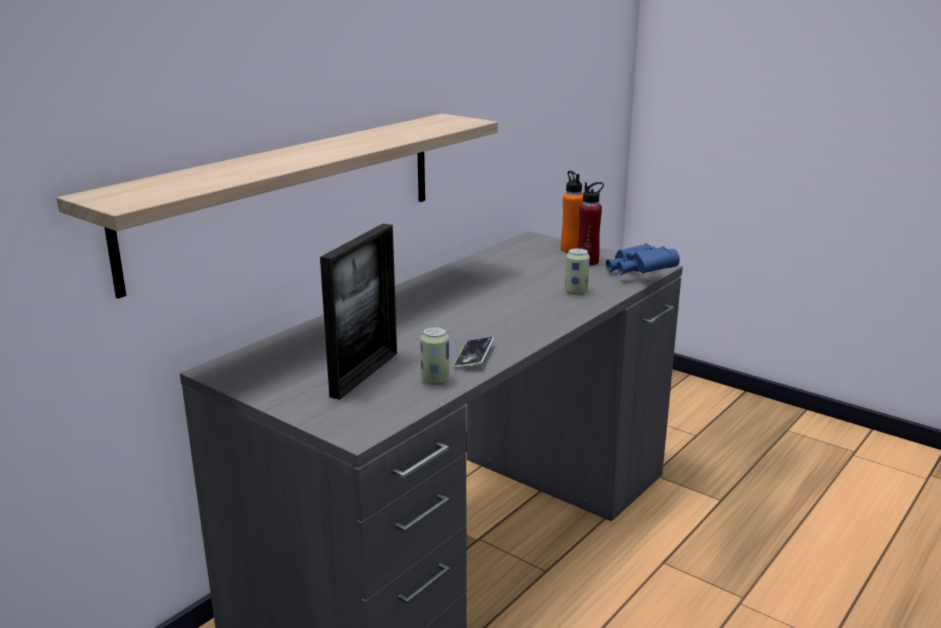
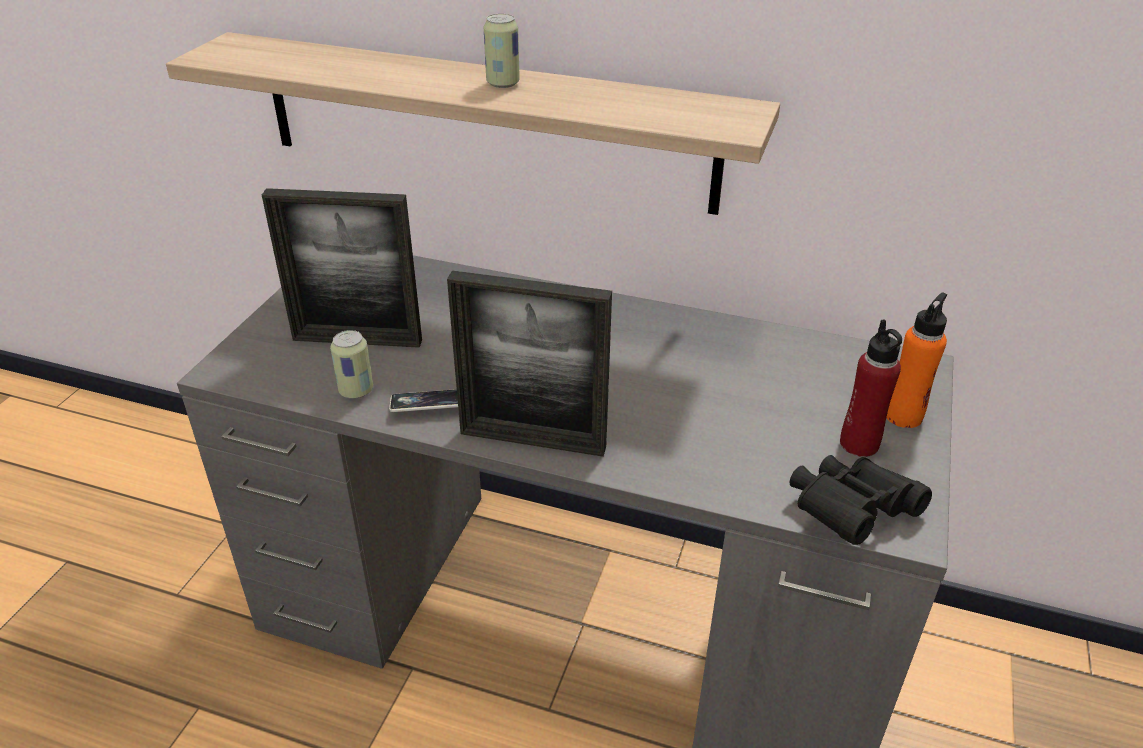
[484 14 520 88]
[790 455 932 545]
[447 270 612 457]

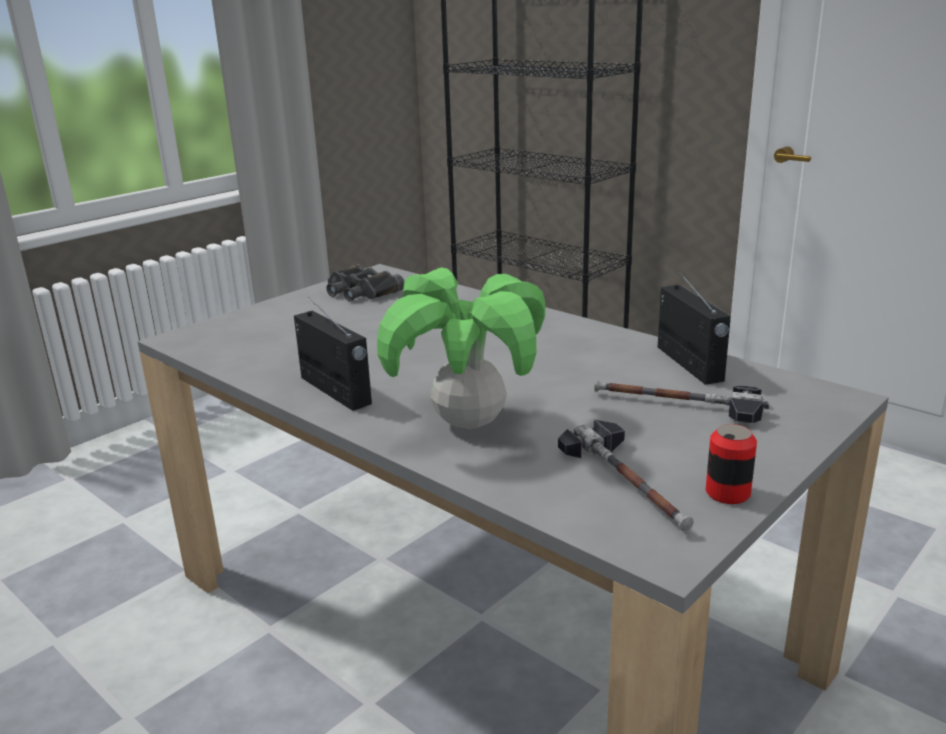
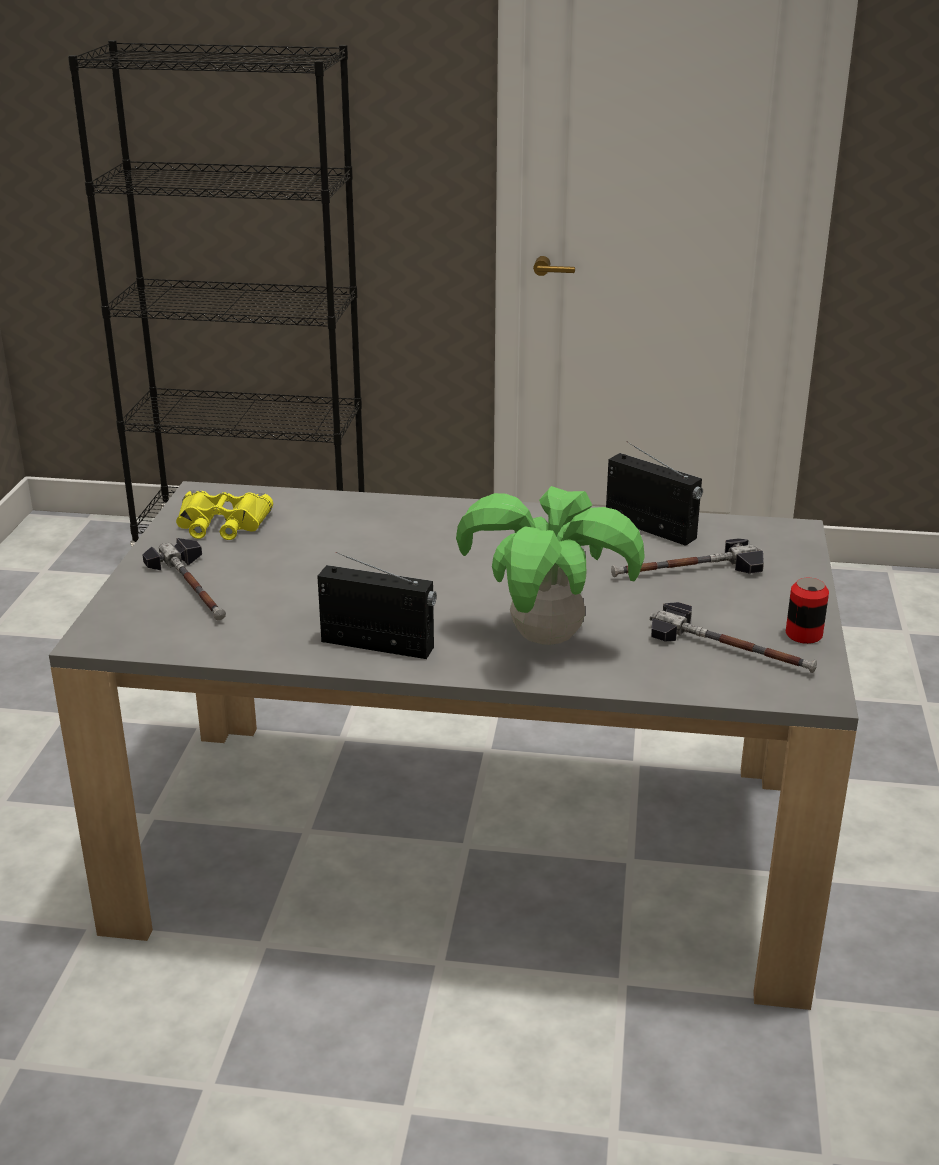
[176 491 273 540]
[142 538 226 620]

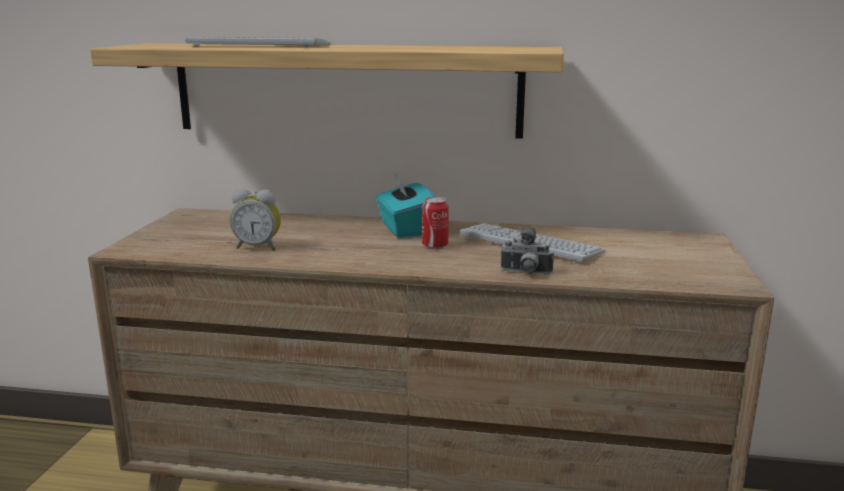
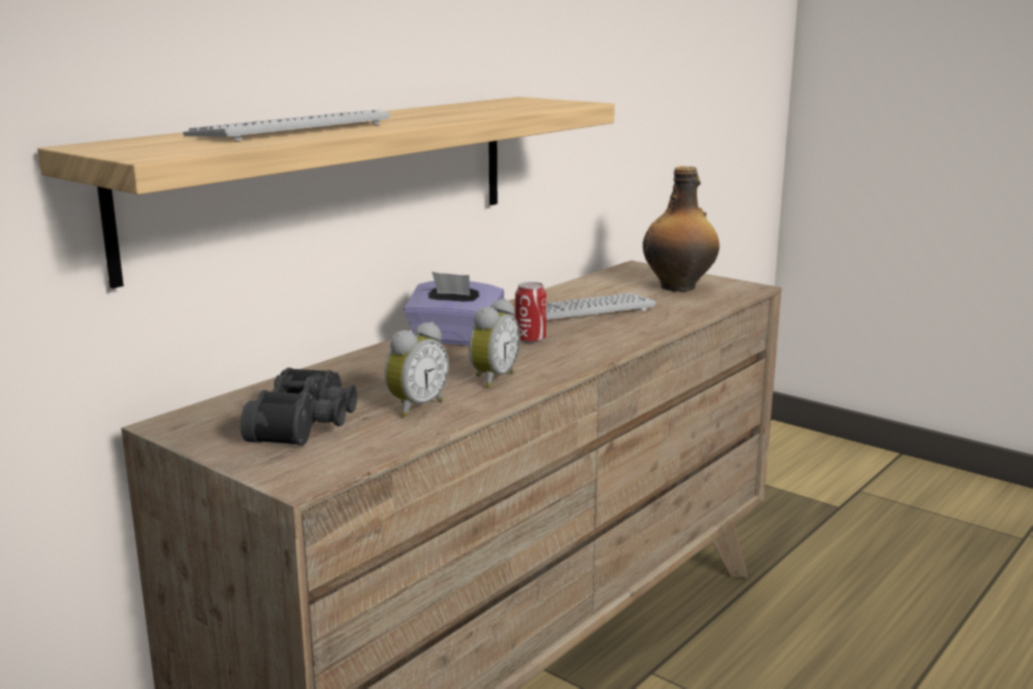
[404 272 504 346]
[500 227 554 274] (first image)
[240 368 357 446]
[469 298 520 388]
[643 166 720 292]

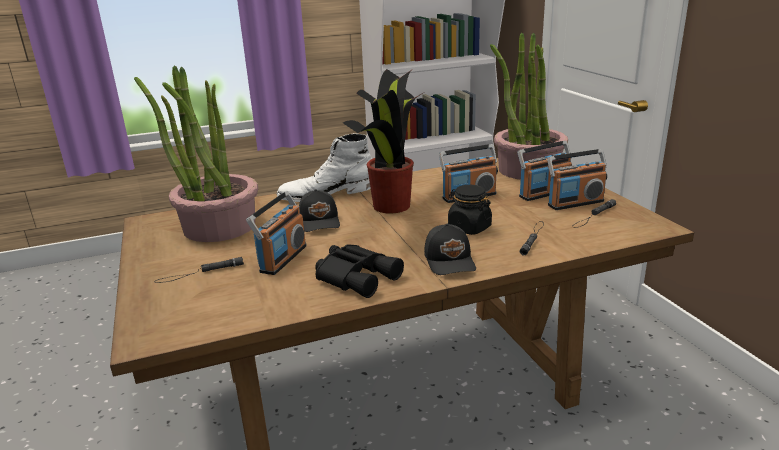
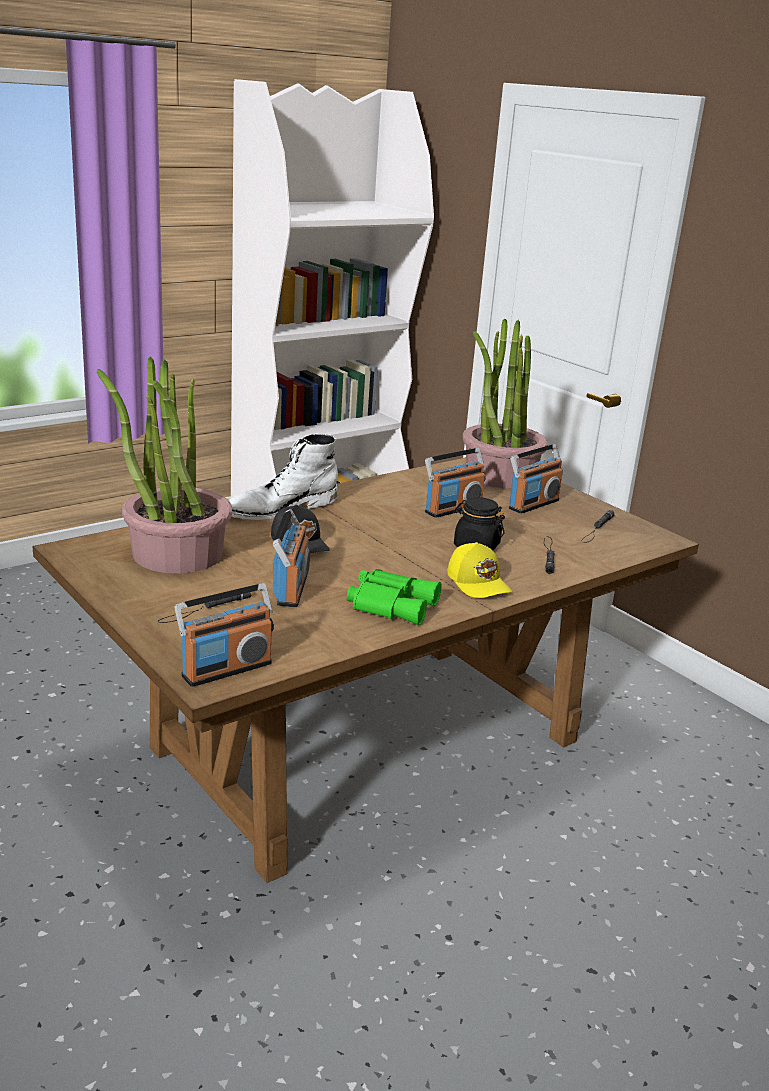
[347 569 442 625]
[343 69 423 213] (first image)
[447 542 512 598]
[175 583 274 687]

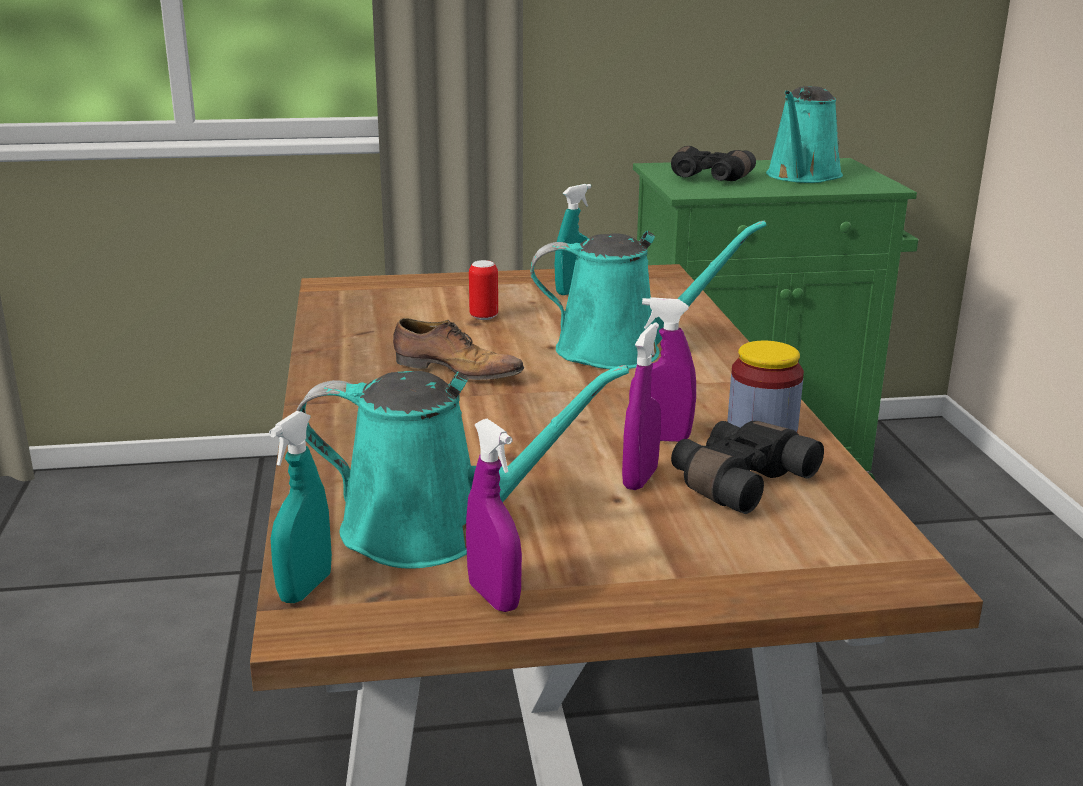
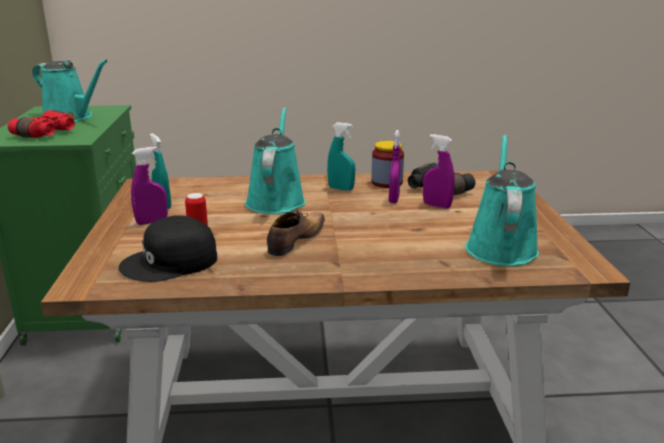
[327 122 355 191]
[131 147 168 225]
[8 110 75 138]
[119 215 217 282]

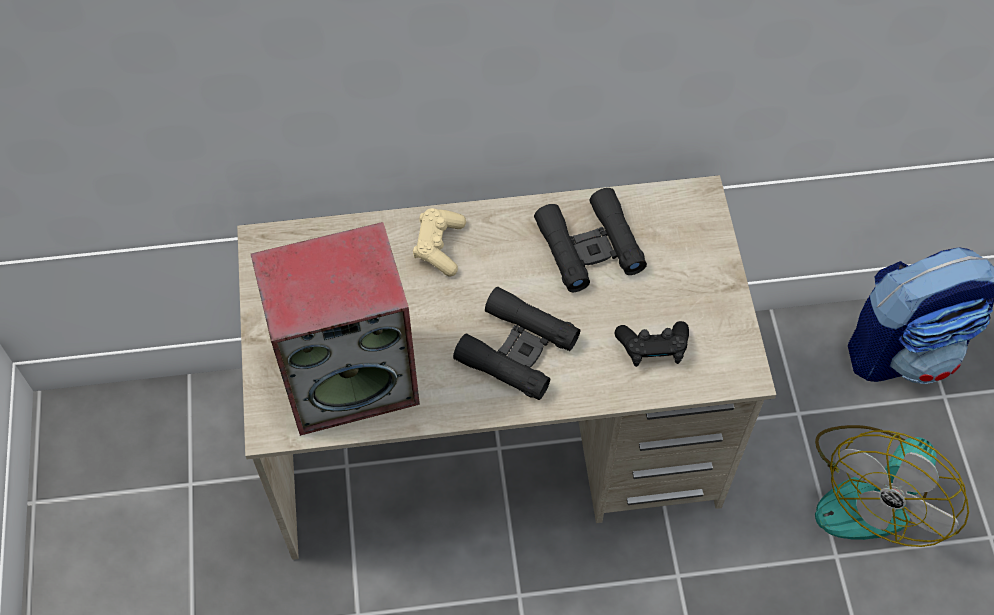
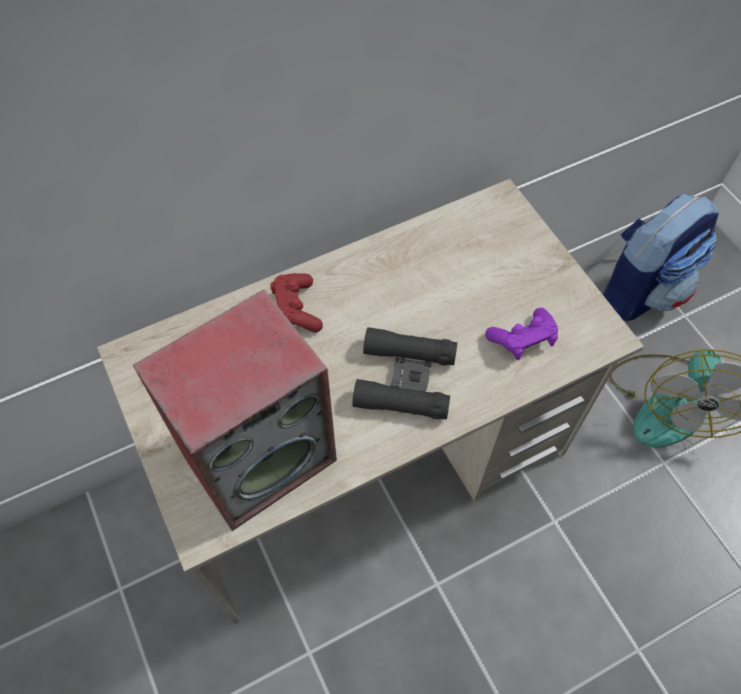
[270 273 323 333]
[534 188 647 292] (first image)
[485 308 558 360]

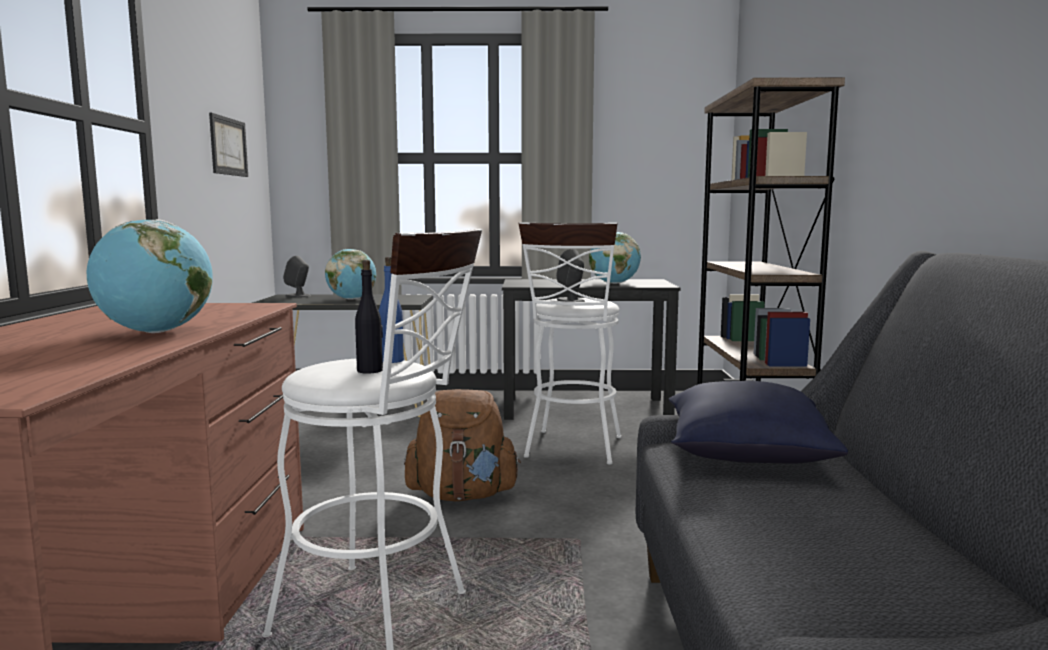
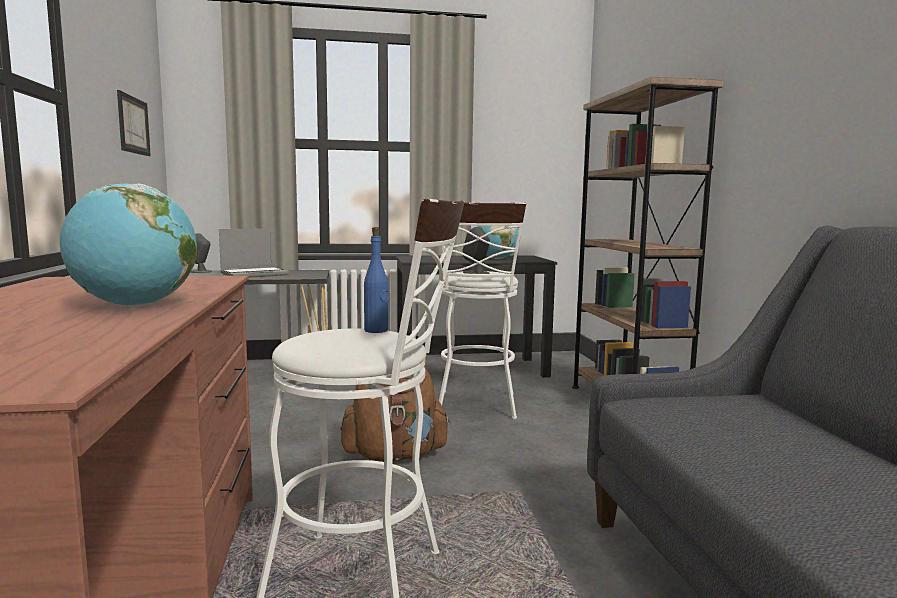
[219 228 290 278]
[355 260 383 374] (first image)
[669 381 848 464] (first image)

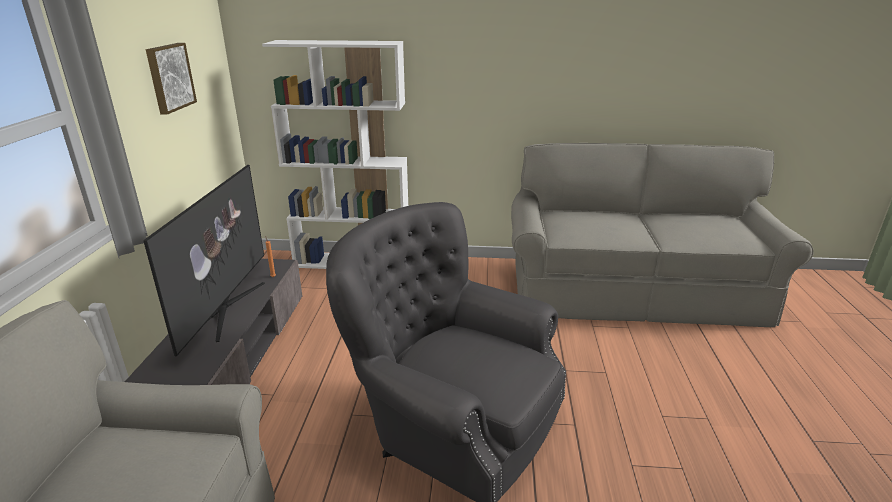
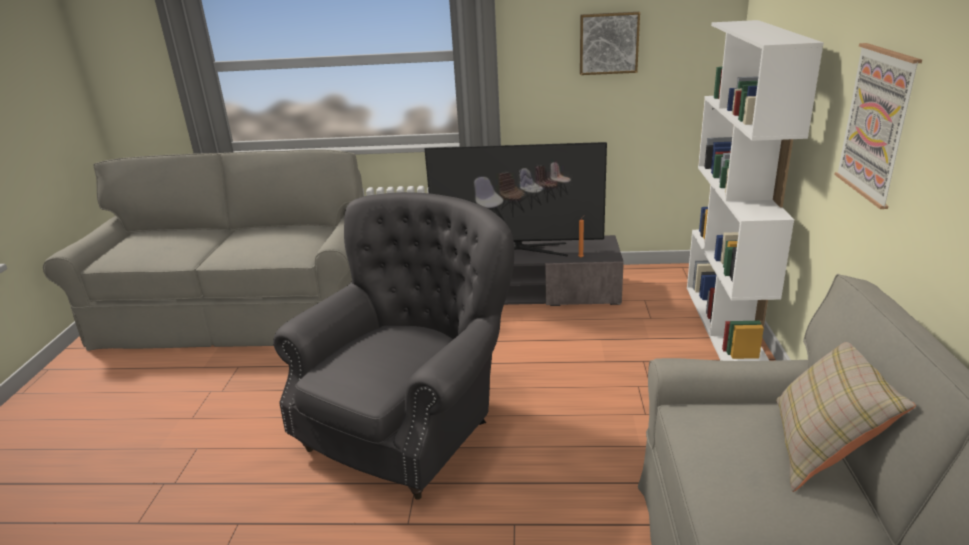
[776 342 916 492]
[834 43 922 209]

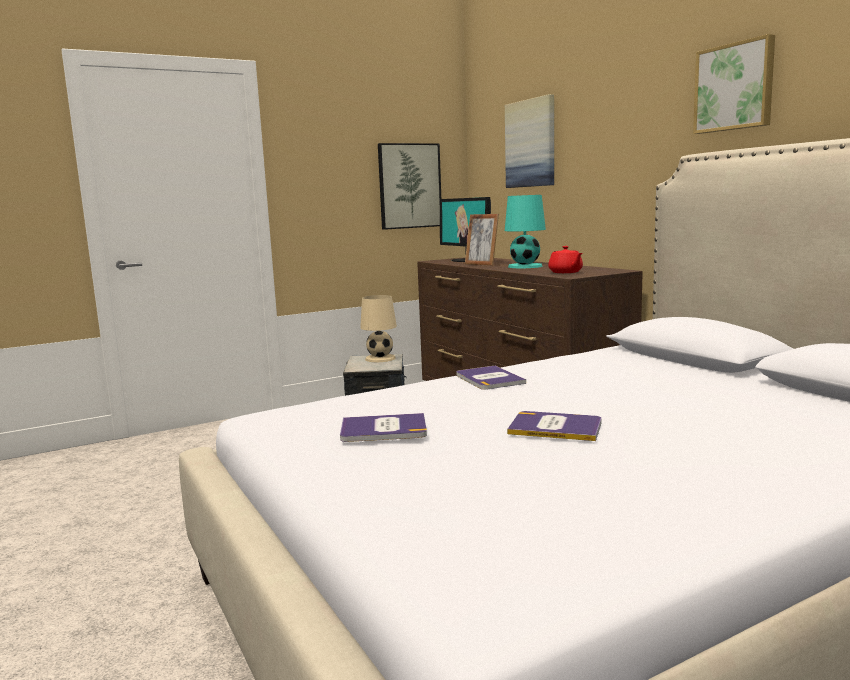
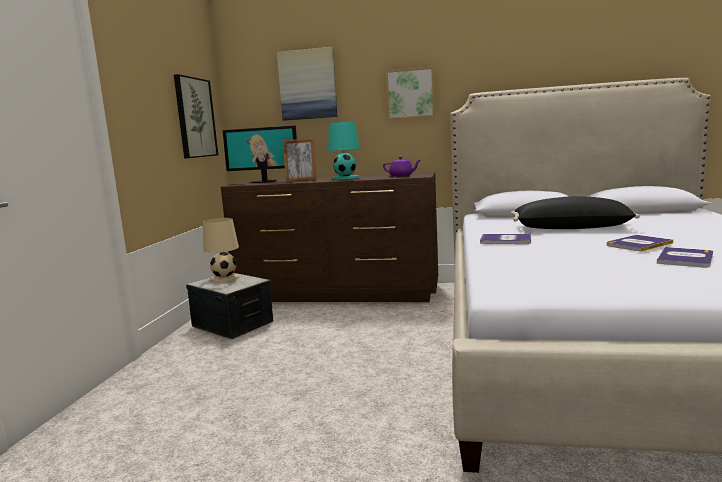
[657 247 713 267]
[383 157 421 177]
[386 67 435 119]
[511 196 640 229]

